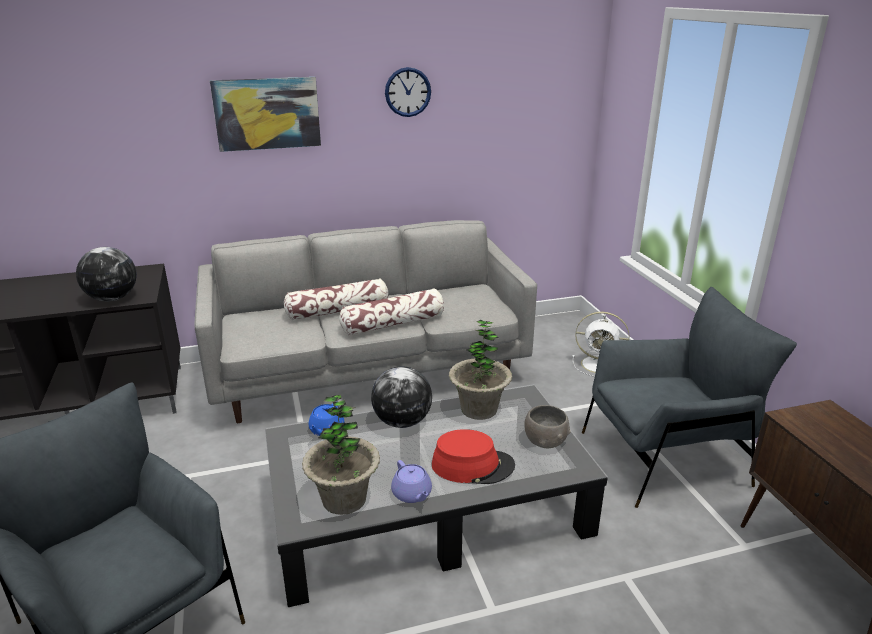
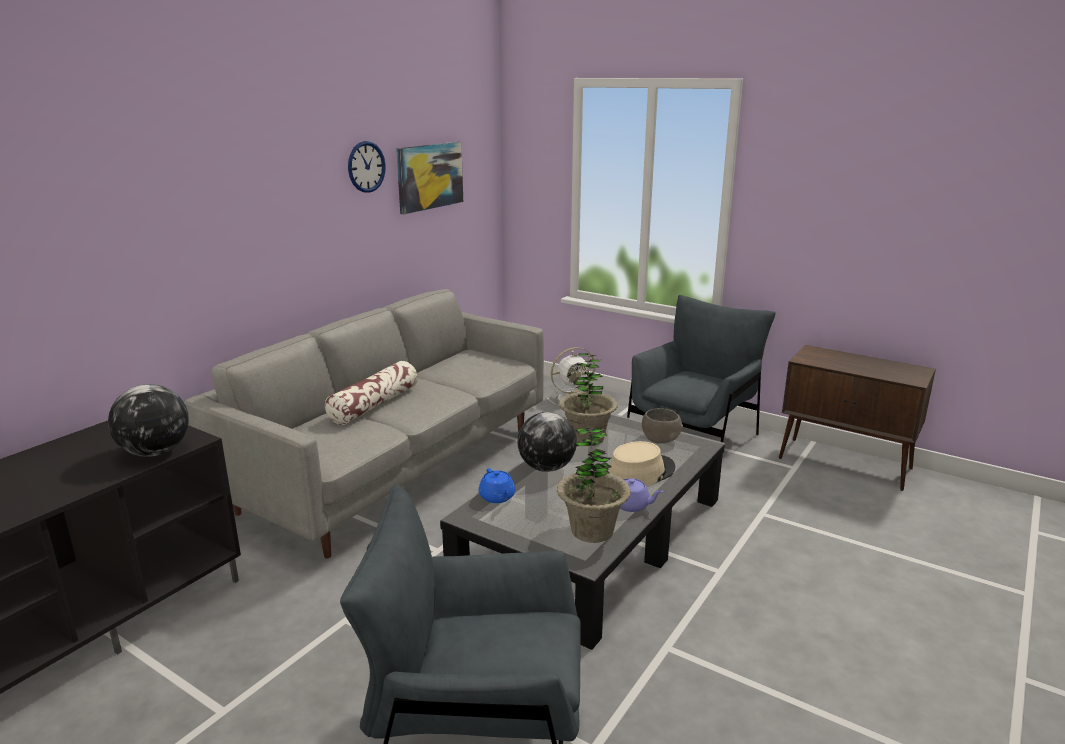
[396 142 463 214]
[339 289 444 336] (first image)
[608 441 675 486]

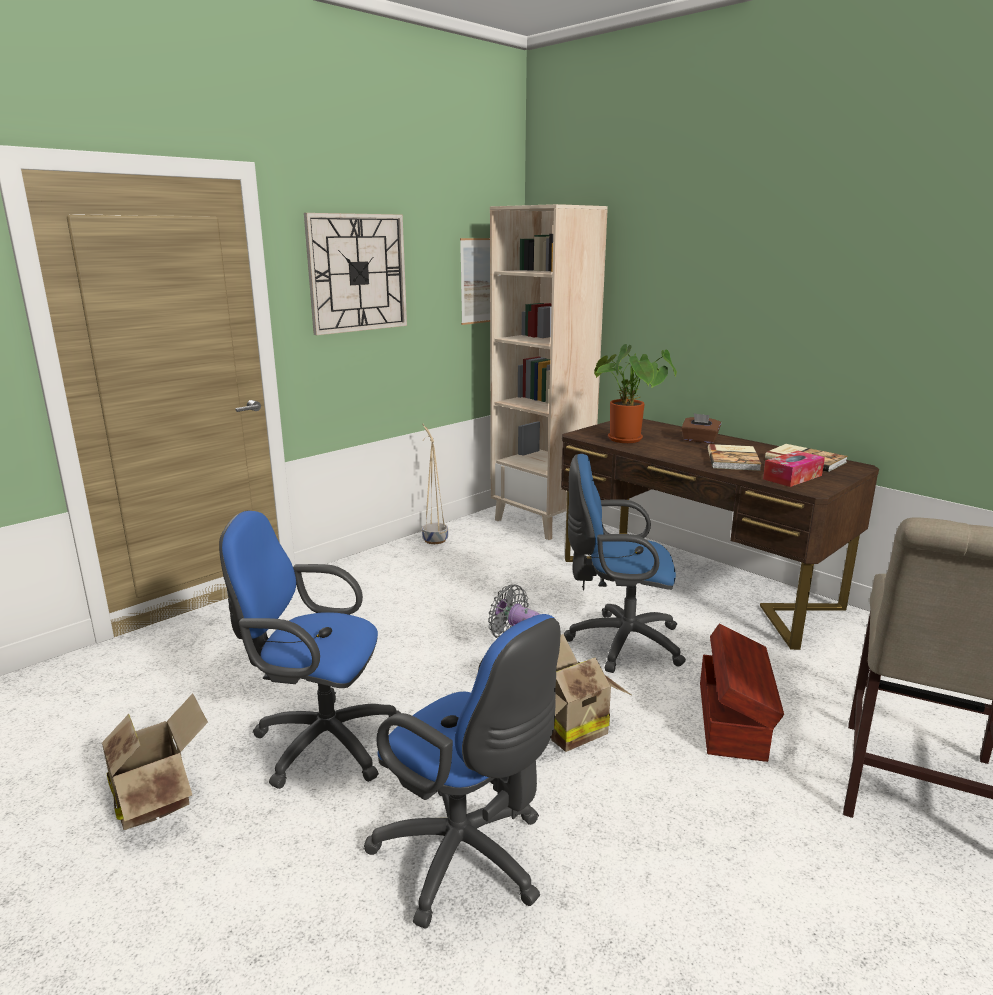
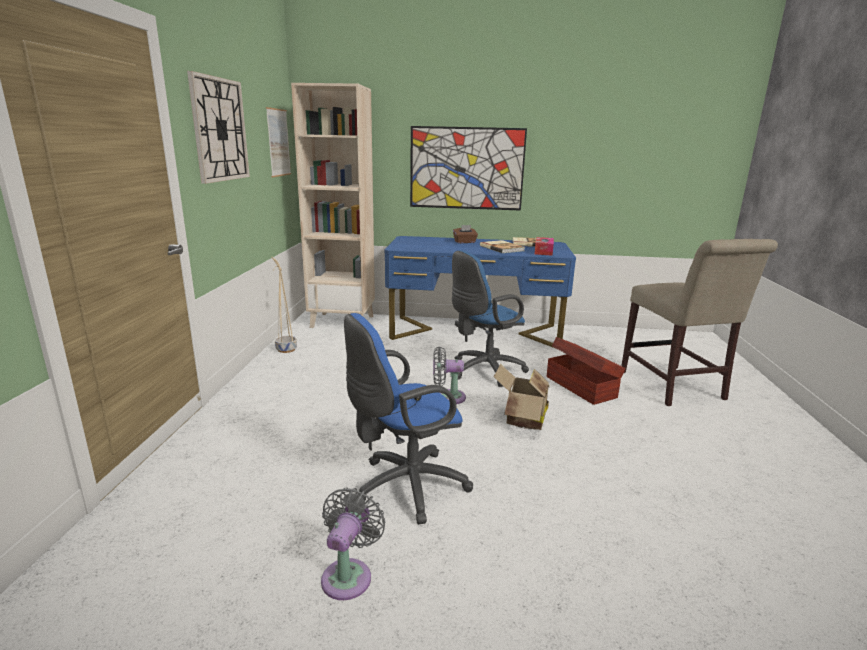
[321 487 385 600]
[364 614 560 928] (first image)
[385 236 576 348]
[594 344 677 443] (first image)
[410 126 527 211]

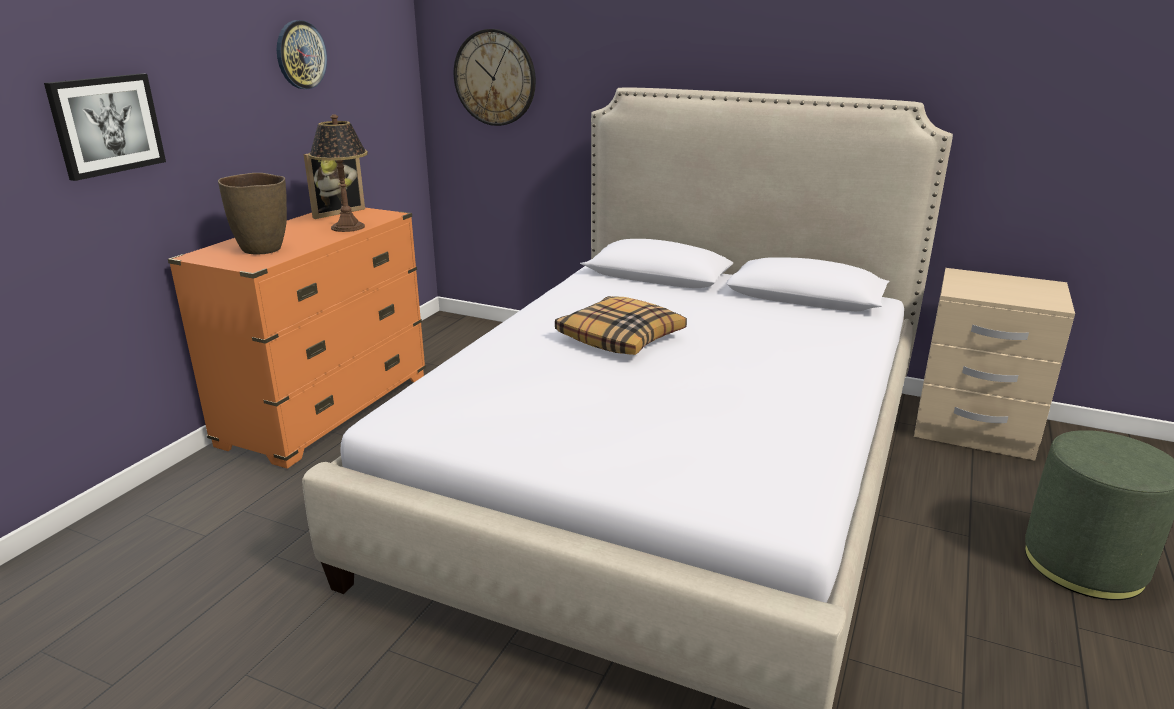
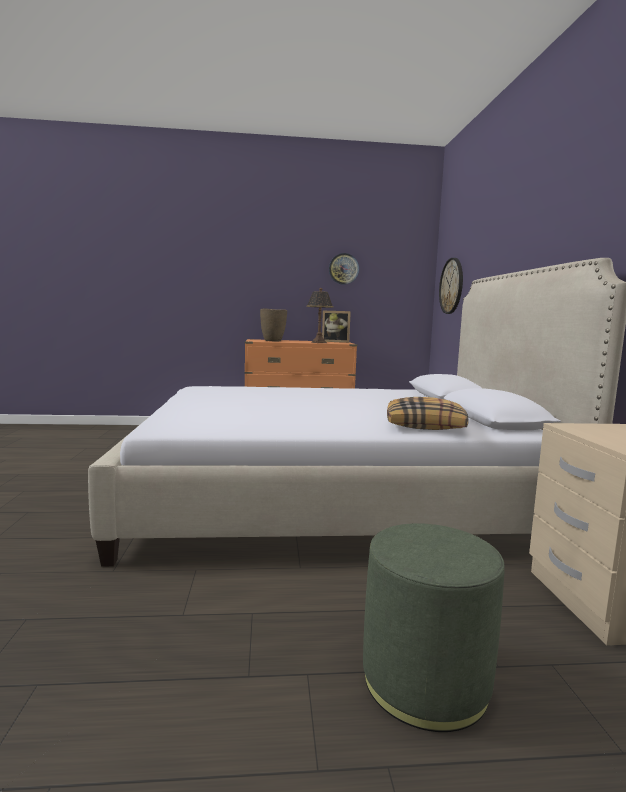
[44 73 166 181] (first image)
[387 397 469 430]

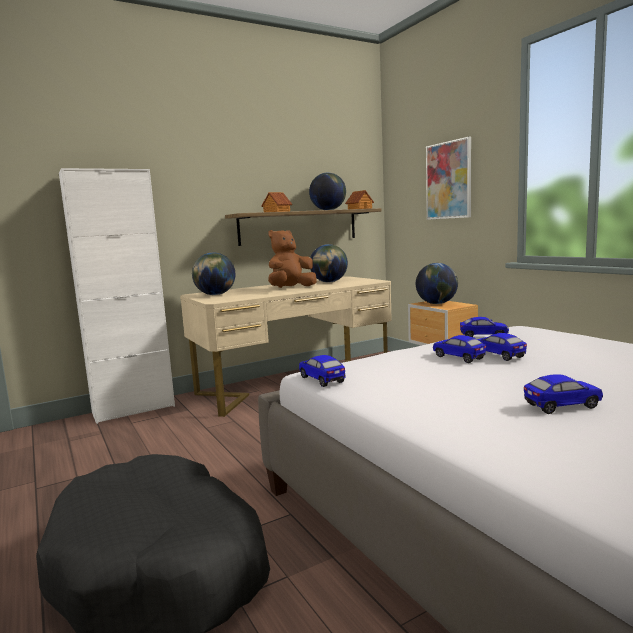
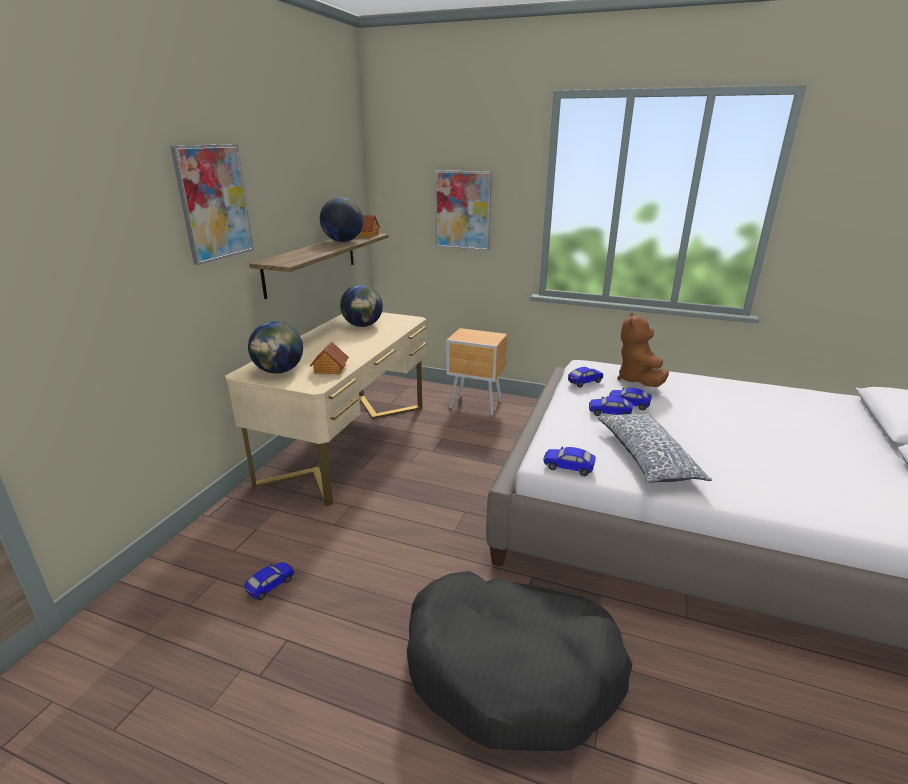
[59 168 175 424] (first image)
[310 341 349 375]
[617 313 669 387]
[416 263 458 304] (first image)
[244 562 294 600]
[170 144 254 265]
[597 413 712 483]

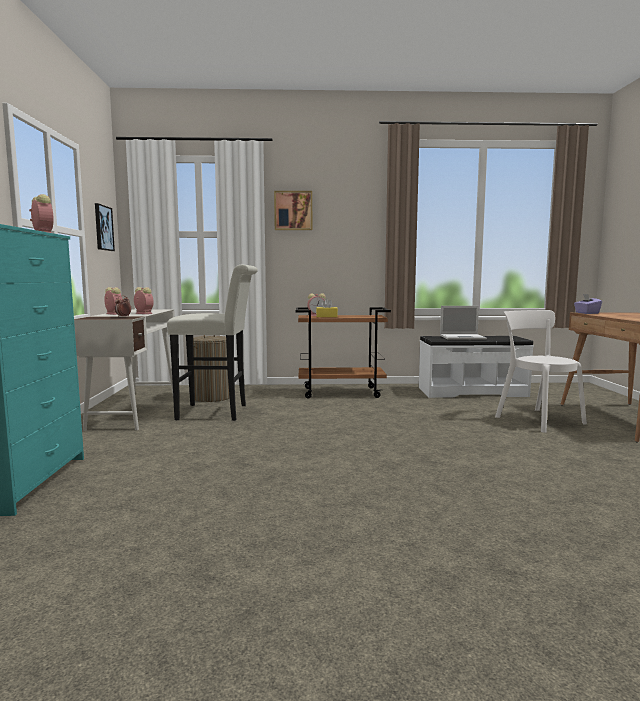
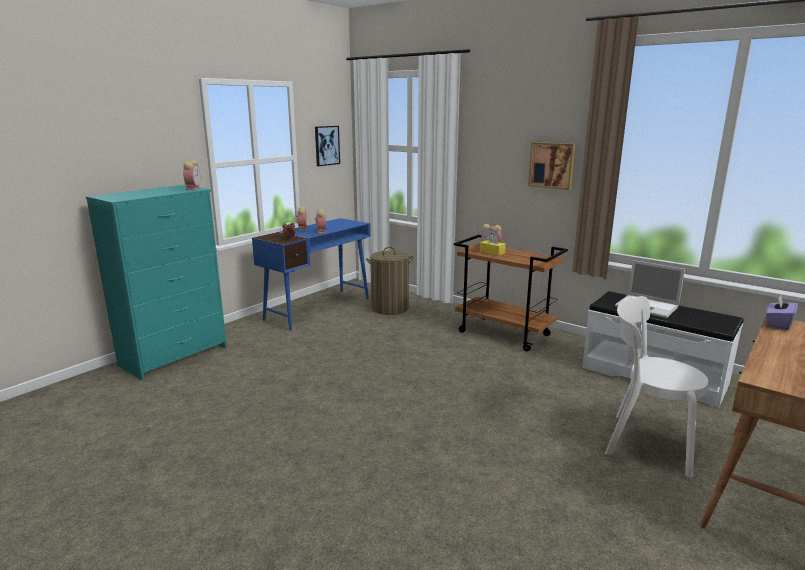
[252 218 371 330]
[167 265 258 421] (first image)
[528 142 576 190]
[605 296 708 478]

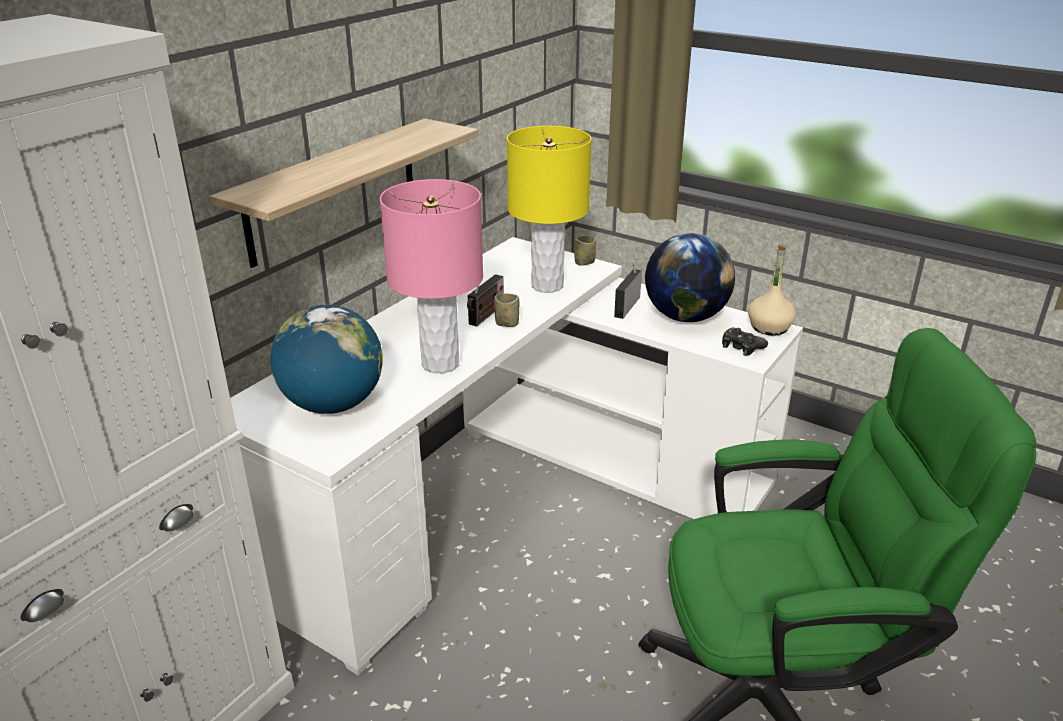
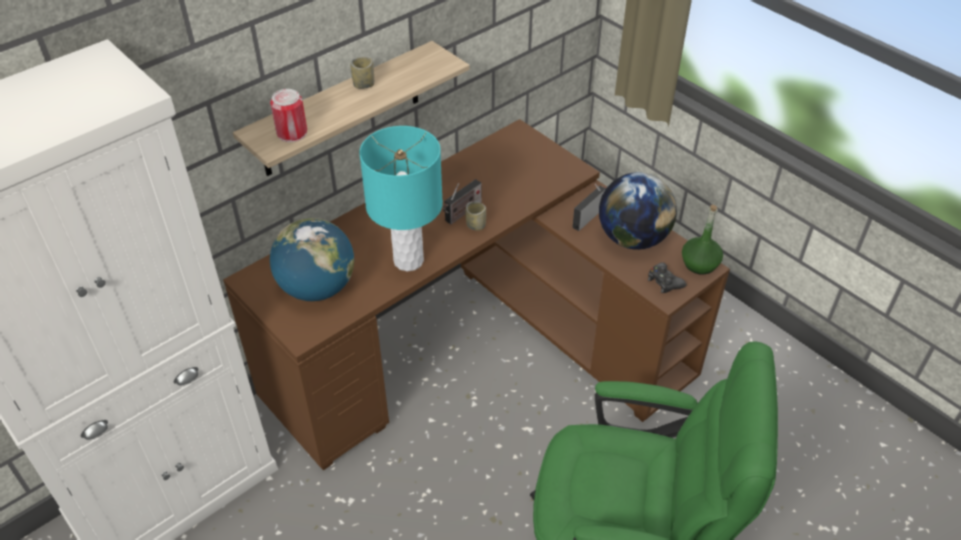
[223 119 730 470]
[359 126 443 271]
[507 126 592 293] (first image)
[350 57 374 89]
[682 205 723 275]
[270 89 307 142]

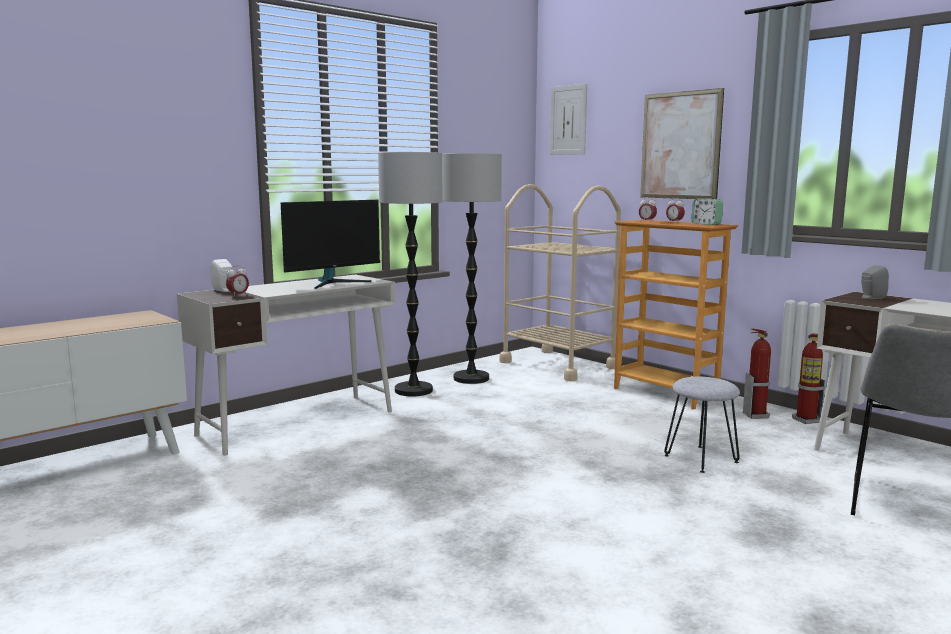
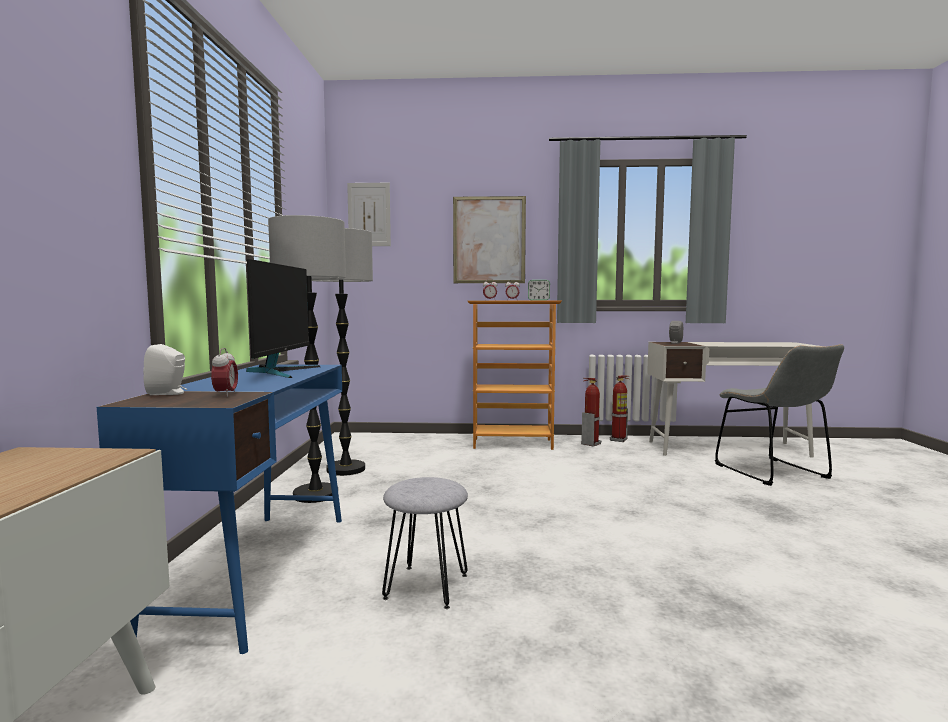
[97 364 342 654]
[499 184 621 381] (first image)
[382 477 468 609]

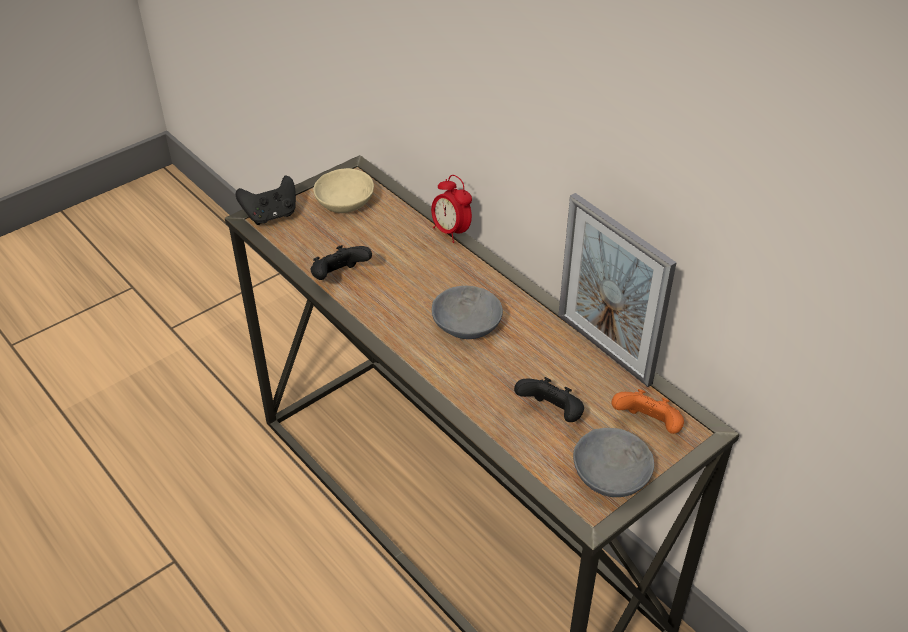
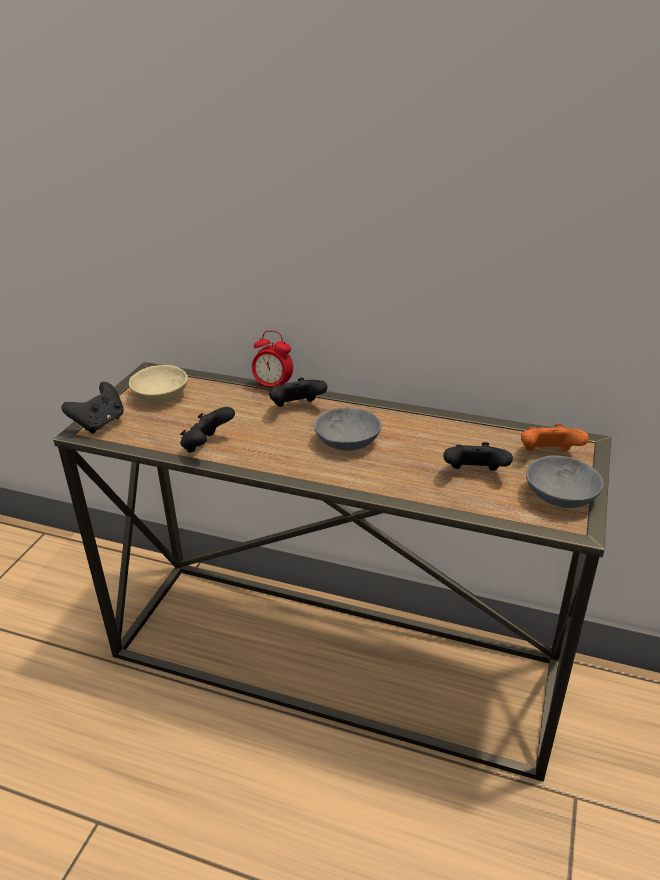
[558 193 677 387] (first image)
[269 378 328 407]

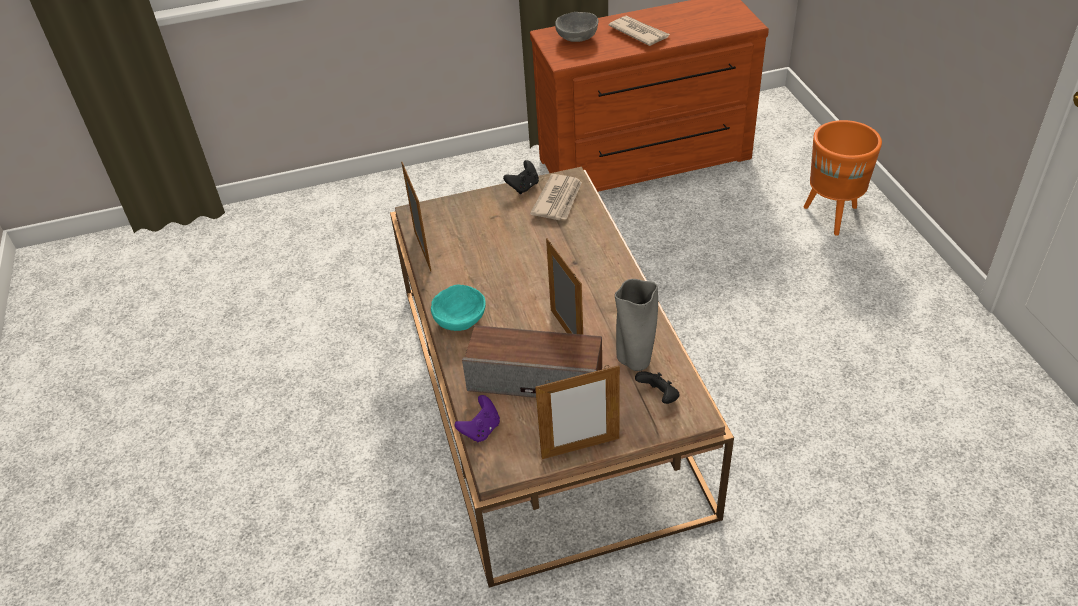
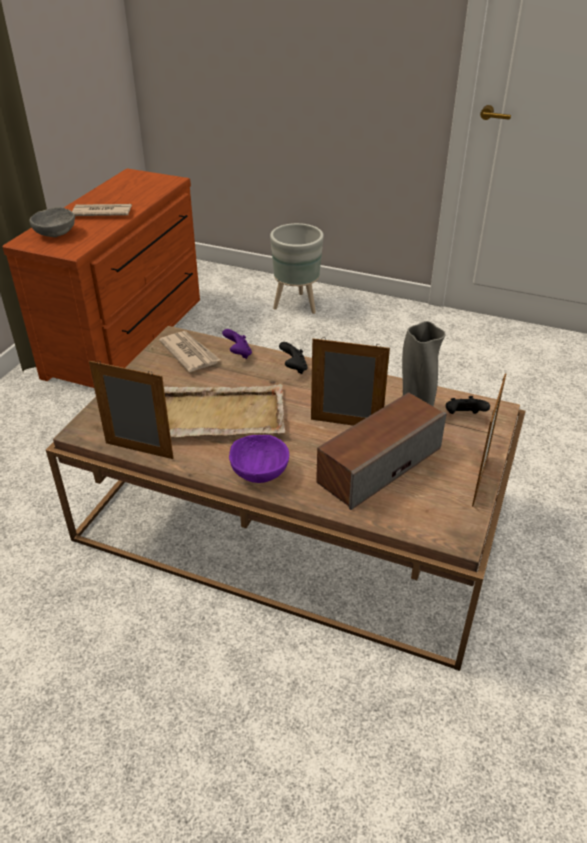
[229 435 289 483]
[222 329 252 359]
[279 342 308 374]
[270 223 324 314]
[164 384 285 437]

